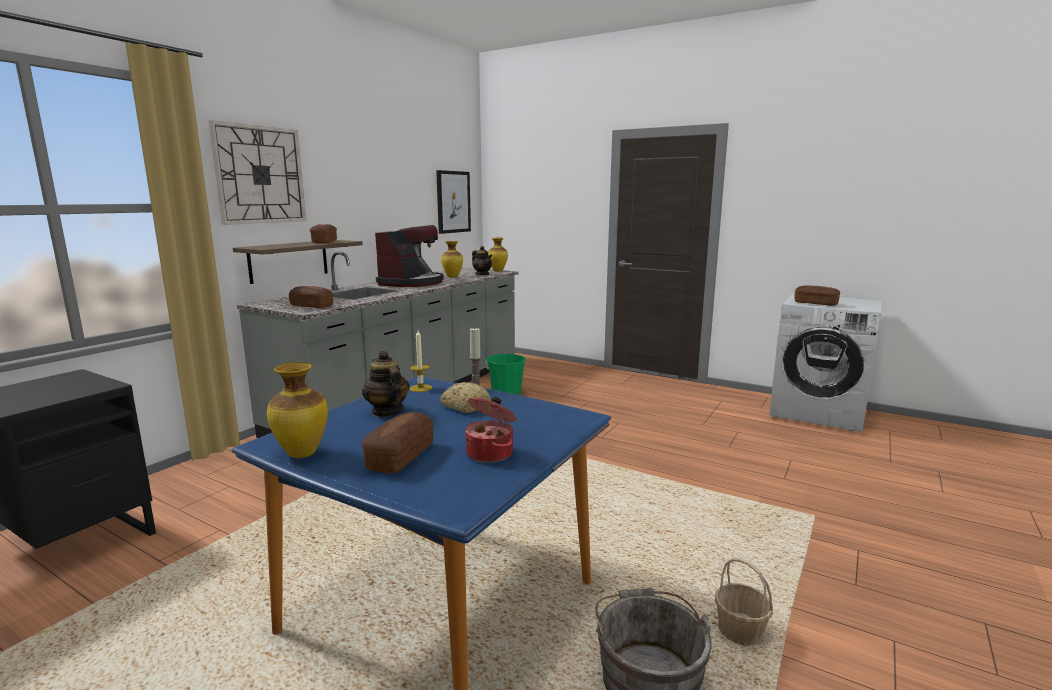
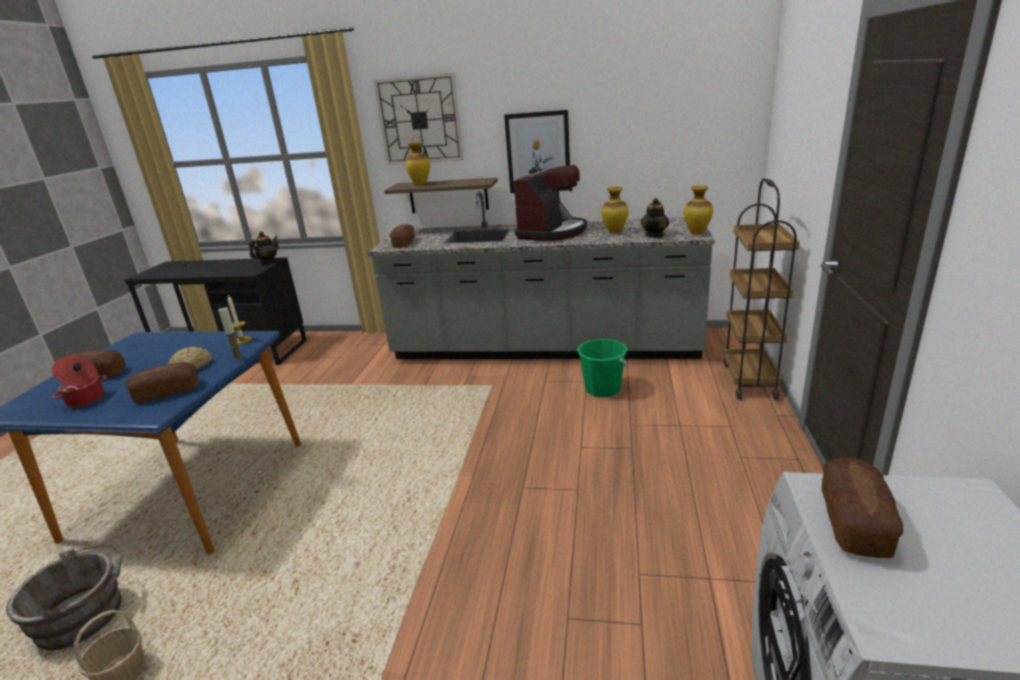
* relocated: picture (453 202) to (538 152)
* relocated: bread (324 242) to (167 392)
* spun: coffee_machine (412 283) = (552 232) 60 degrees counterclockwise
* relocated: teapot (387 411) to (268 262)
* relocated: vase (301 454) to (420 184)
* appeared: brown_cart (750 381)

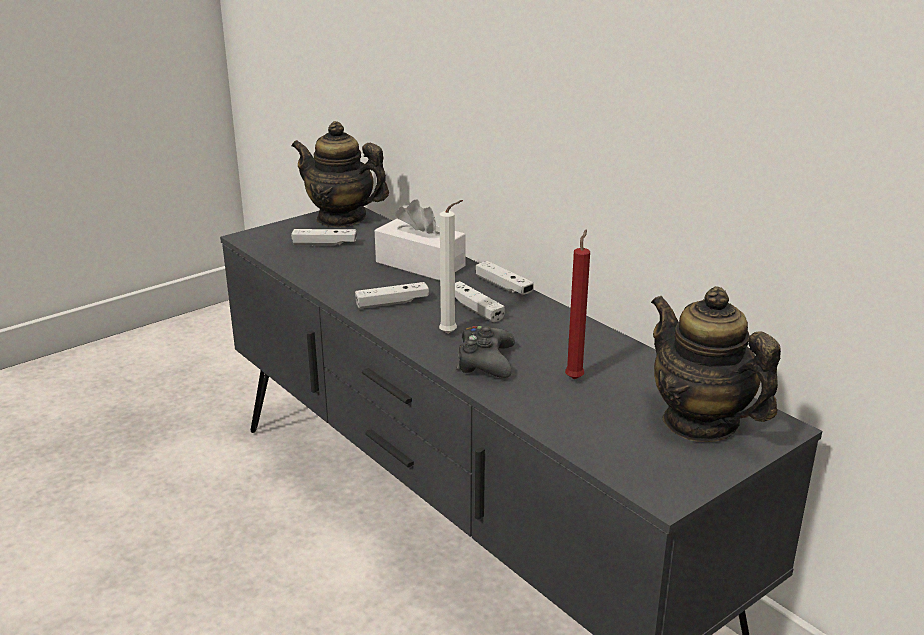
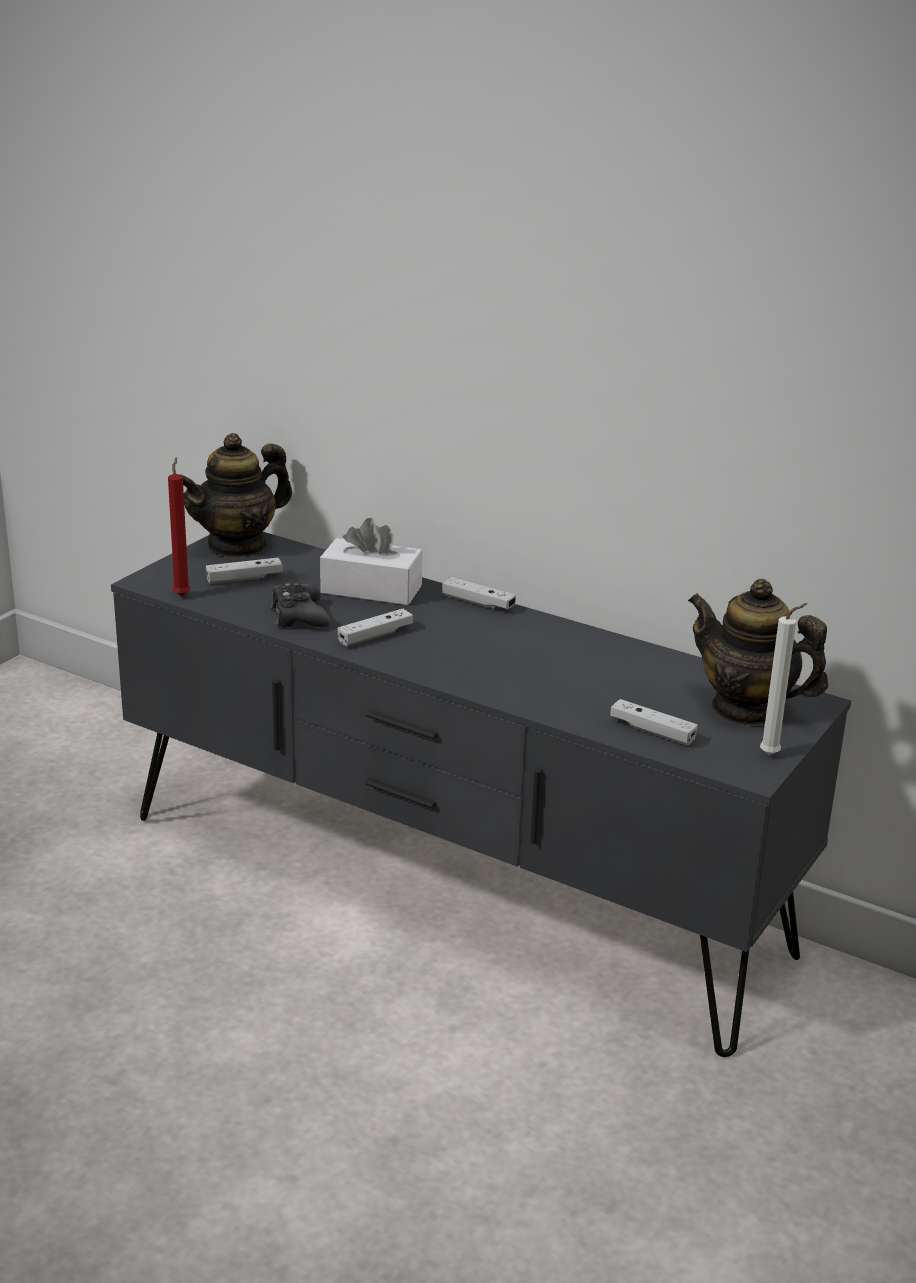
* spun: teapot (341 218) = (237 545) 45 degrees counterclockwise
* relocated: white_candle (451 334) to (772 755)
* relocated: red_candle (575 377) to (182 595)
* relocated: white_game_controller (475 309) to (652 731)
* relocated: black_game_controller (485 362) to (299 616)

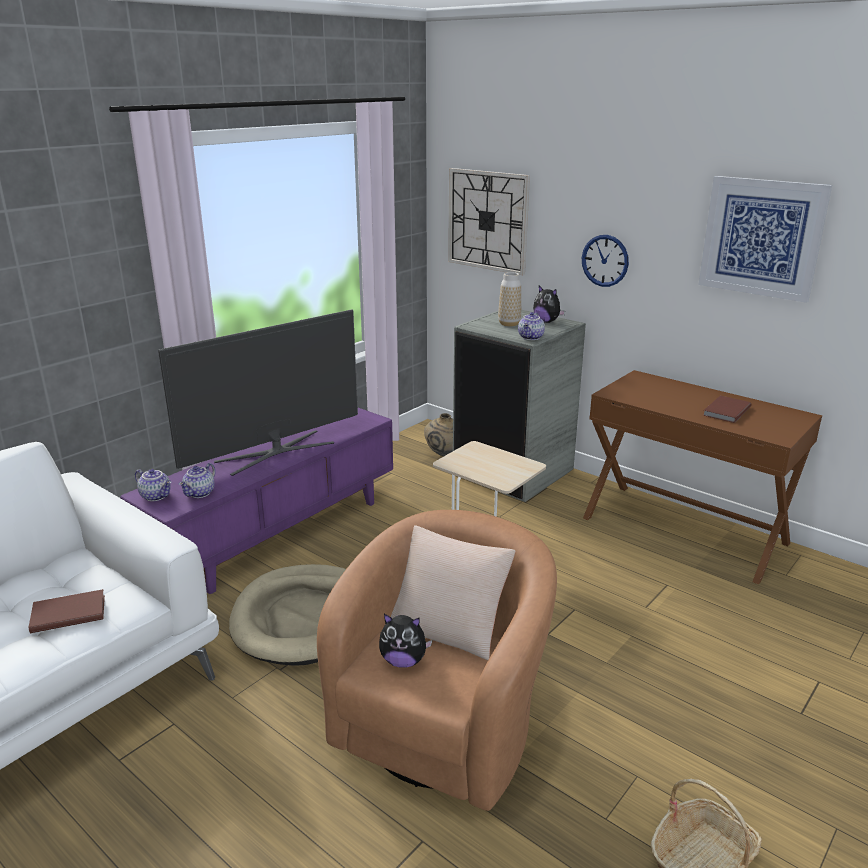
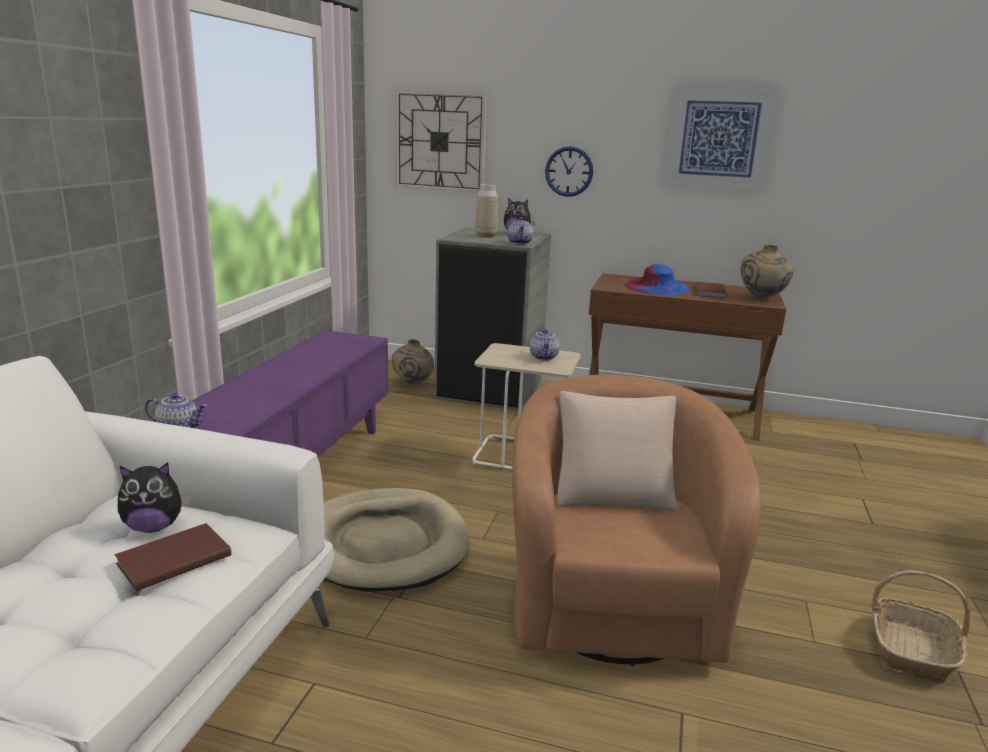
* missing: television (276 452)
* relocated: teapot (200 493) to (544 357)
* relocated: plush_toy (403 661) to (154 527)
* appeared: beige_vase (761 298)
* appeared: blue_hat (656 287)

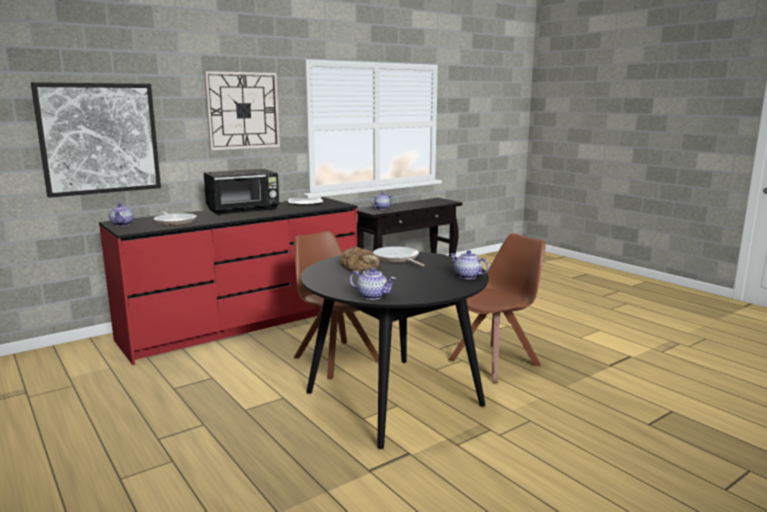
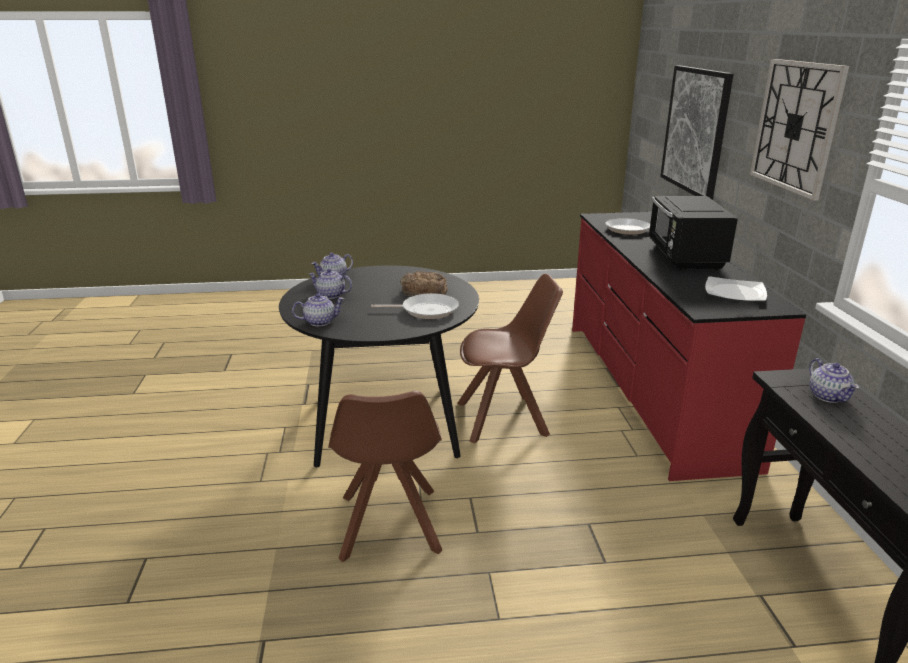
* relocated: teapot (122 224) to (330 295)

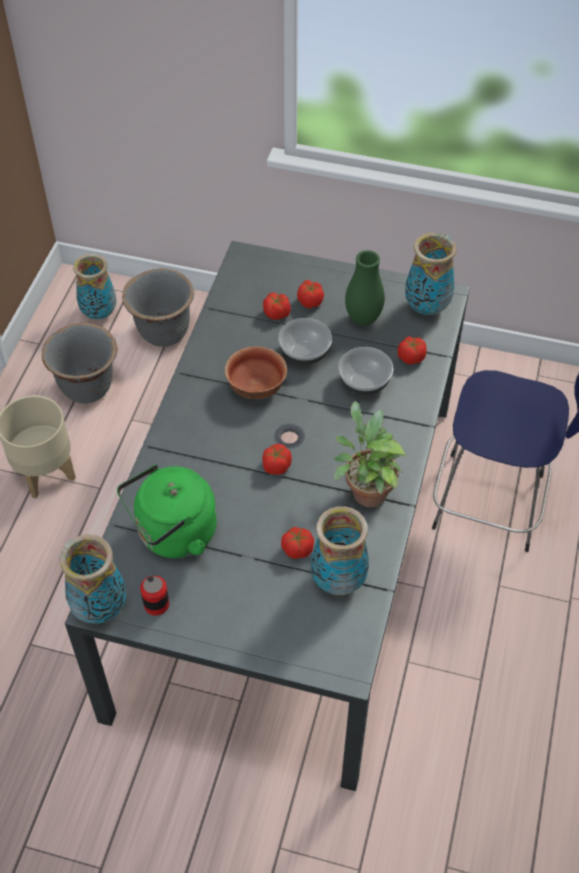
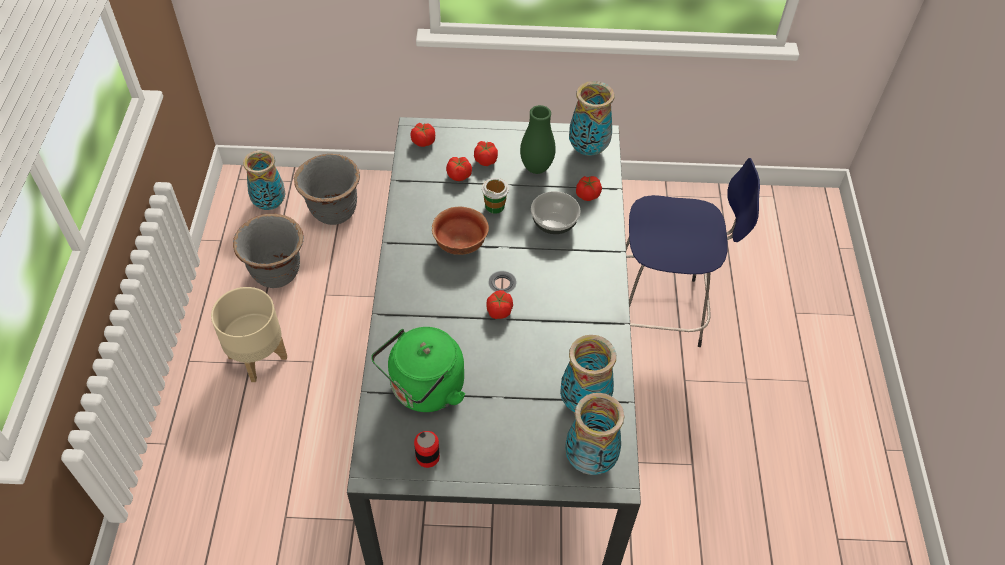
* exchanged: bowl (305 353) to cup (495 206)
* missing: potted_plant (366 491)
* relocated: tomato (297 549) to (423 141)
* relocated: vase (100 609) to (590 460)

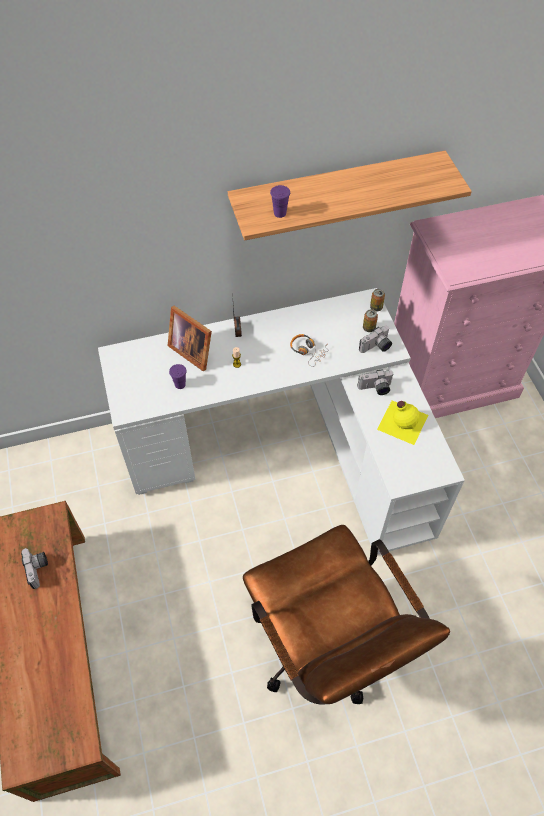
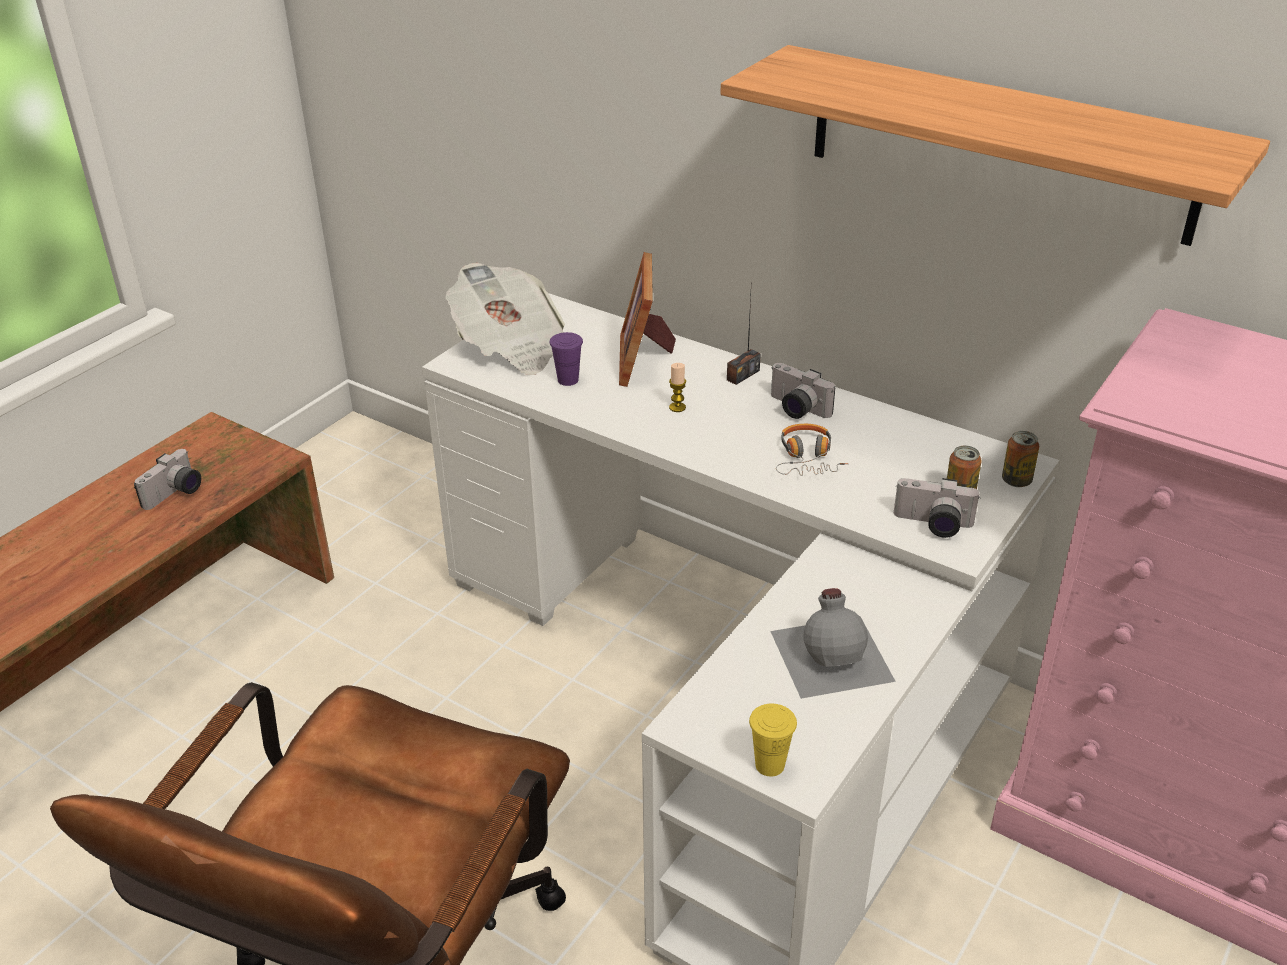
* missing: purple_cup (280 213)
* relocated: photo_camera (375 389) to (795 409)
* colour: yellow_bottle (402 421) to grey_bottle (832 654)
* appeared: newspaper (511 346)
* appeared: yellow_cup (769 765)

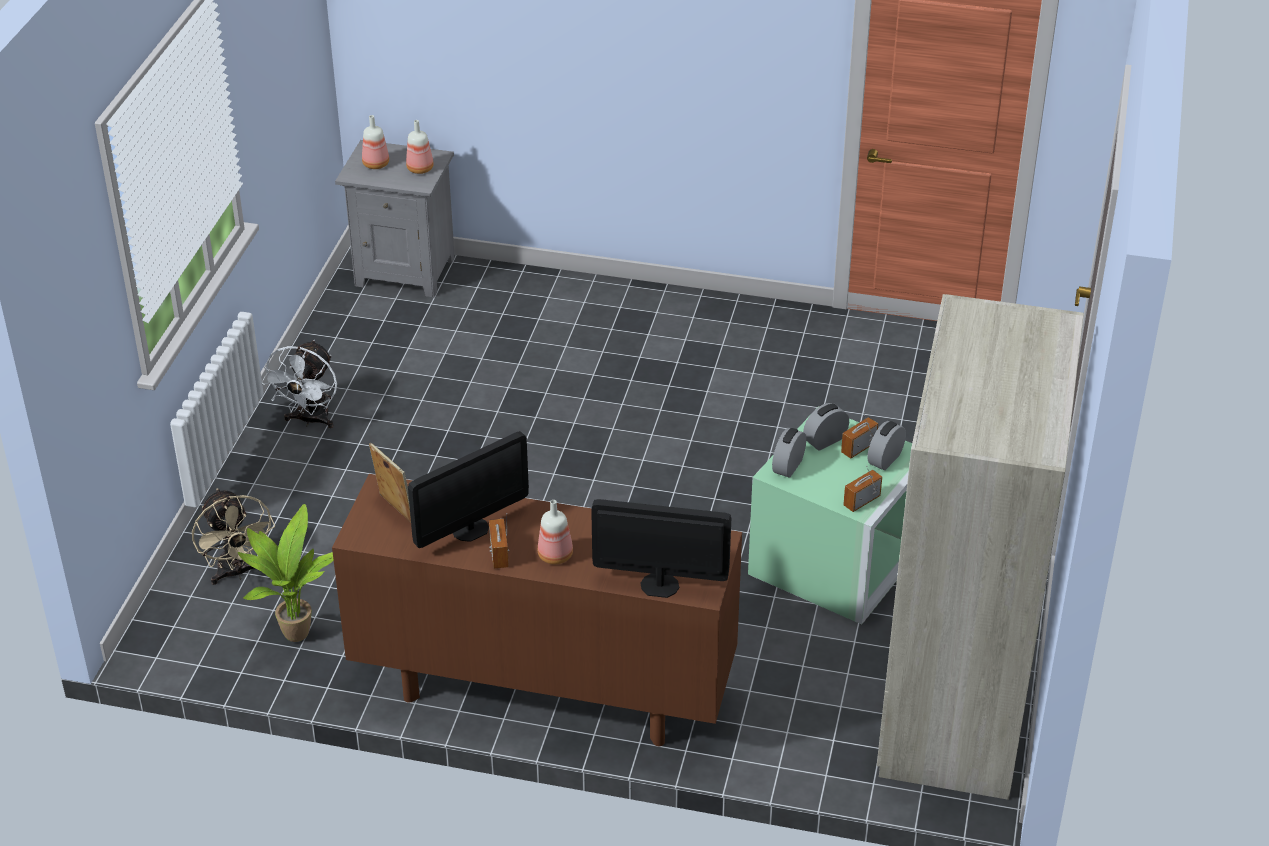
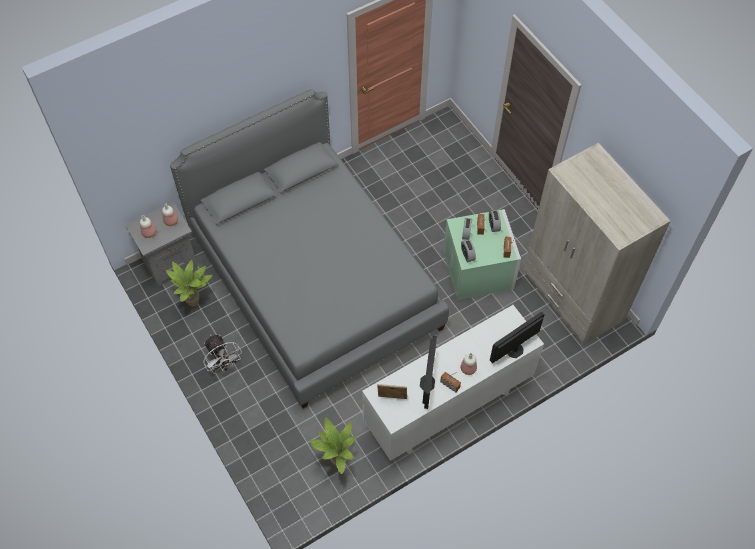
* colour: brown_dresser (543 690) to white_dresser (448 407)
* missing: beige_fan (237 573)
* appeared: grey_bed (315 281)
* appeared: potted_plant (195 301)

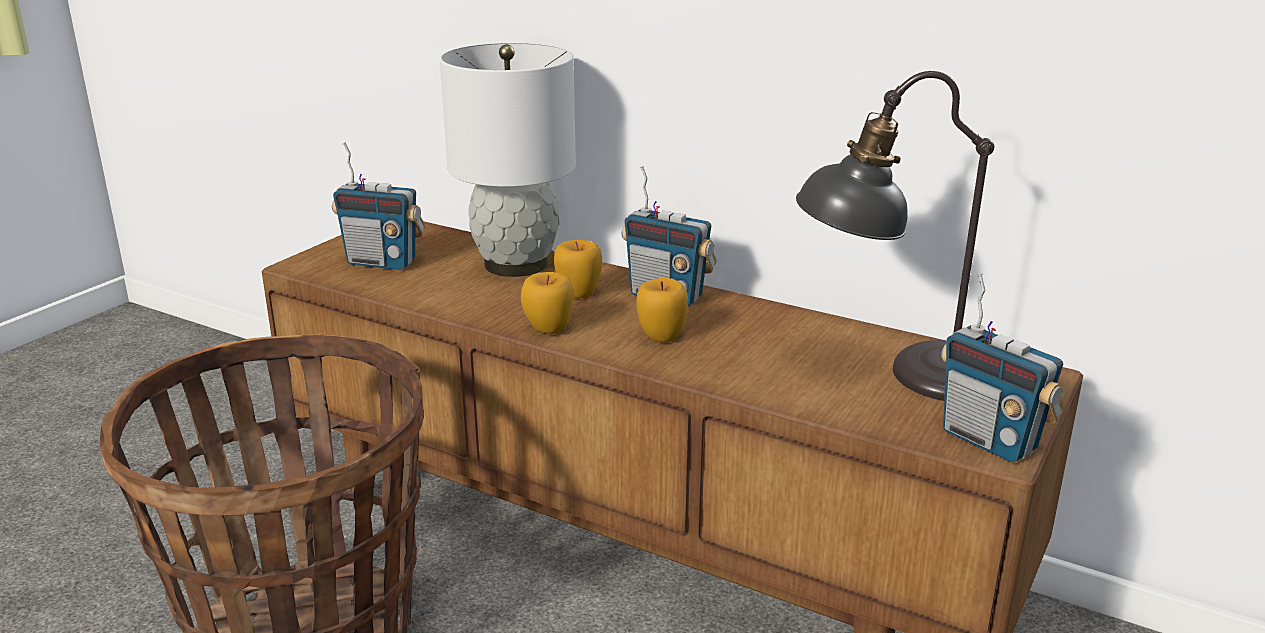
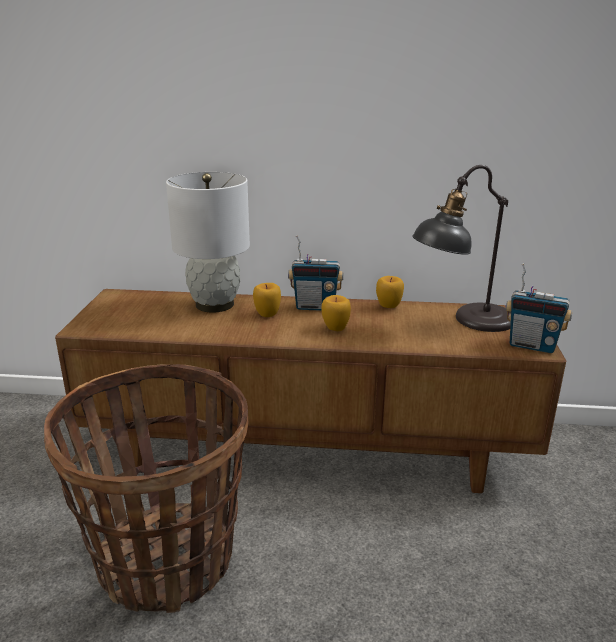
* missing: radio (382 262)
* relocated: apple (548 330) to (388 306)

